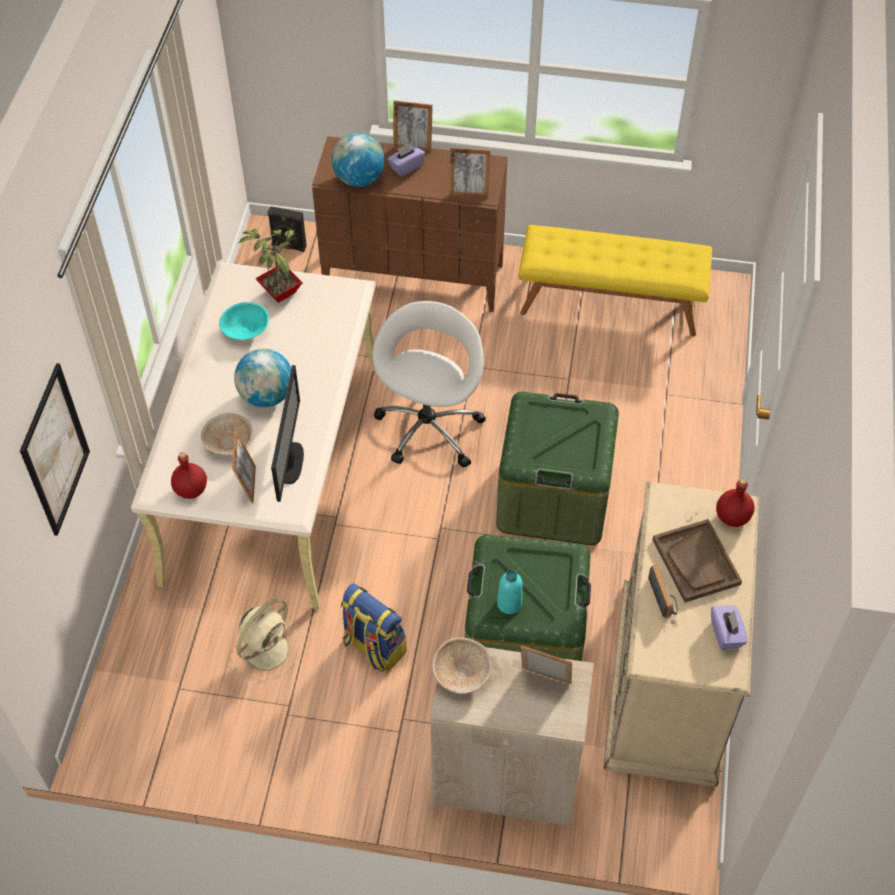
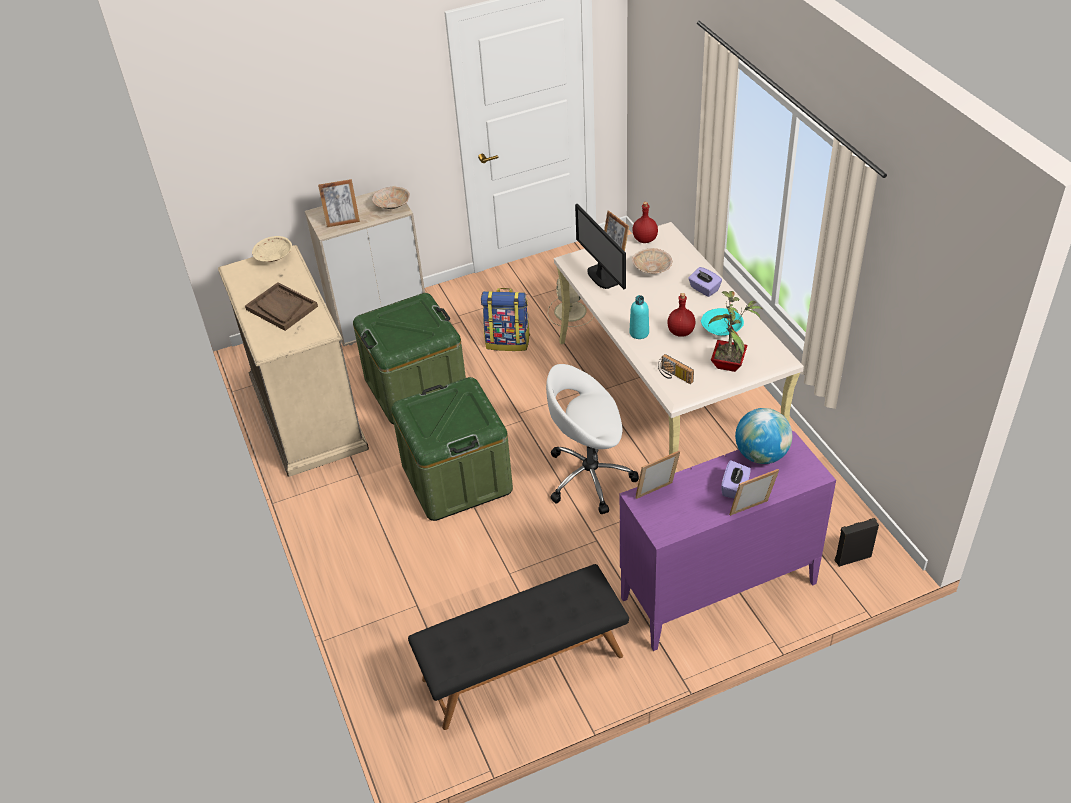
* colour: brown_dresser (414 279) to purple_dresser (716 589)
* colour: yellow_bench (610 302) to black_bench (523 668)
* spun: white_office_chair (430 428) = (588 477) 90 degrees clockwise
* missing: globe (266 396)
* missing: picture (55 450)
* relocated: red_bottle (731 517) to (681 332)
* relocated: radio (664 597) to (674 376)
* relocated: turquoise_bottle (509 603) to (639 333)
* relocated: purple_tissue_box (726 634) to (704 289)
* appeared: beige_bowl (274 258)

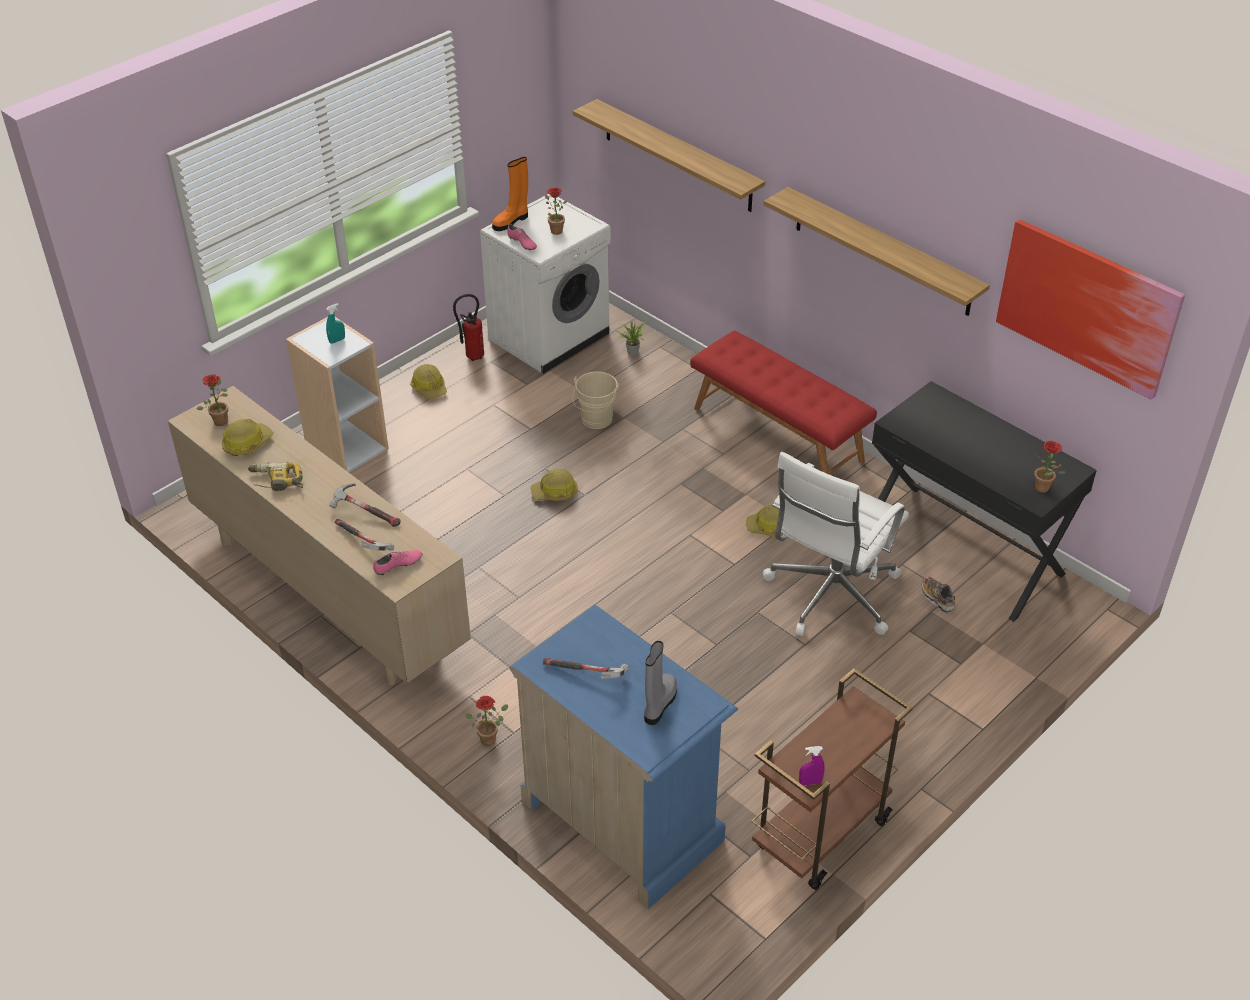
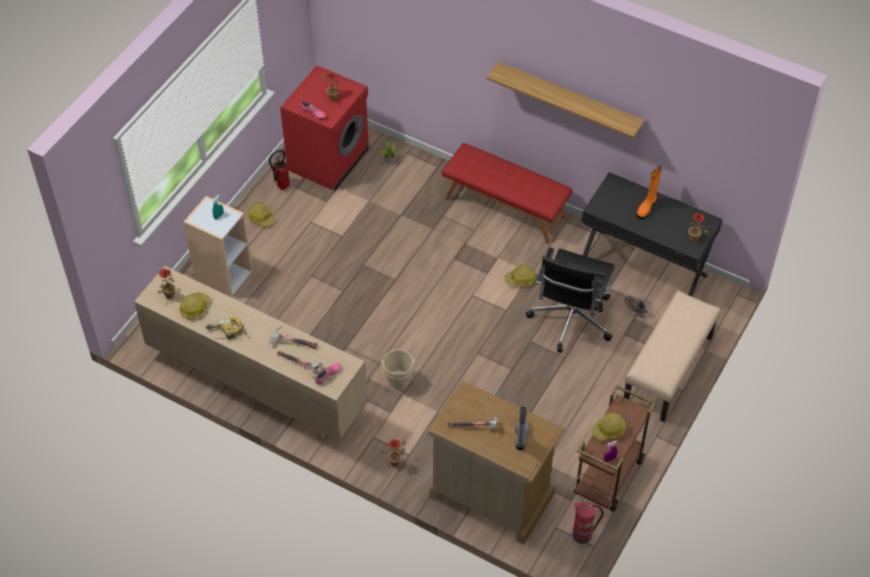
* missing: shelf (677 156)
* relocated: orange_boot (511 221) to (646 208)
* colour: white_washing_machine (551 338) to red_washing_machine (330 160)
* missing: picture (1087 307)
* relocated: beige_bucket (596 421) to (398 382)
* colour: white_office_chair (830 595) to black_office_chair (570 320)
* relocated: hard_hat (555 492) to (609 430)
* colour: blue_dresser (621 821) to brown_dresser (491 495)
* appeared: beige_bench (668 371)
* appeared: fire_extinguisher (583 534)

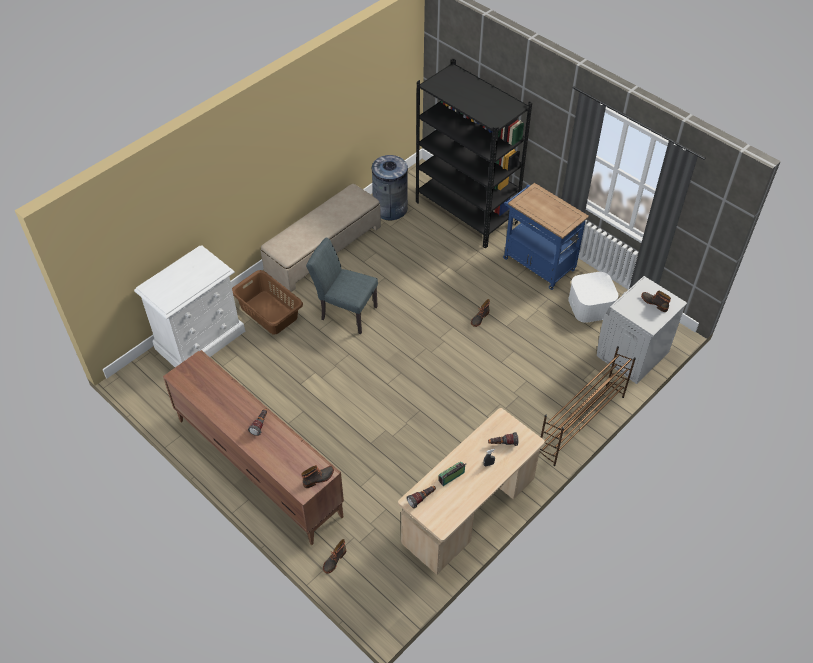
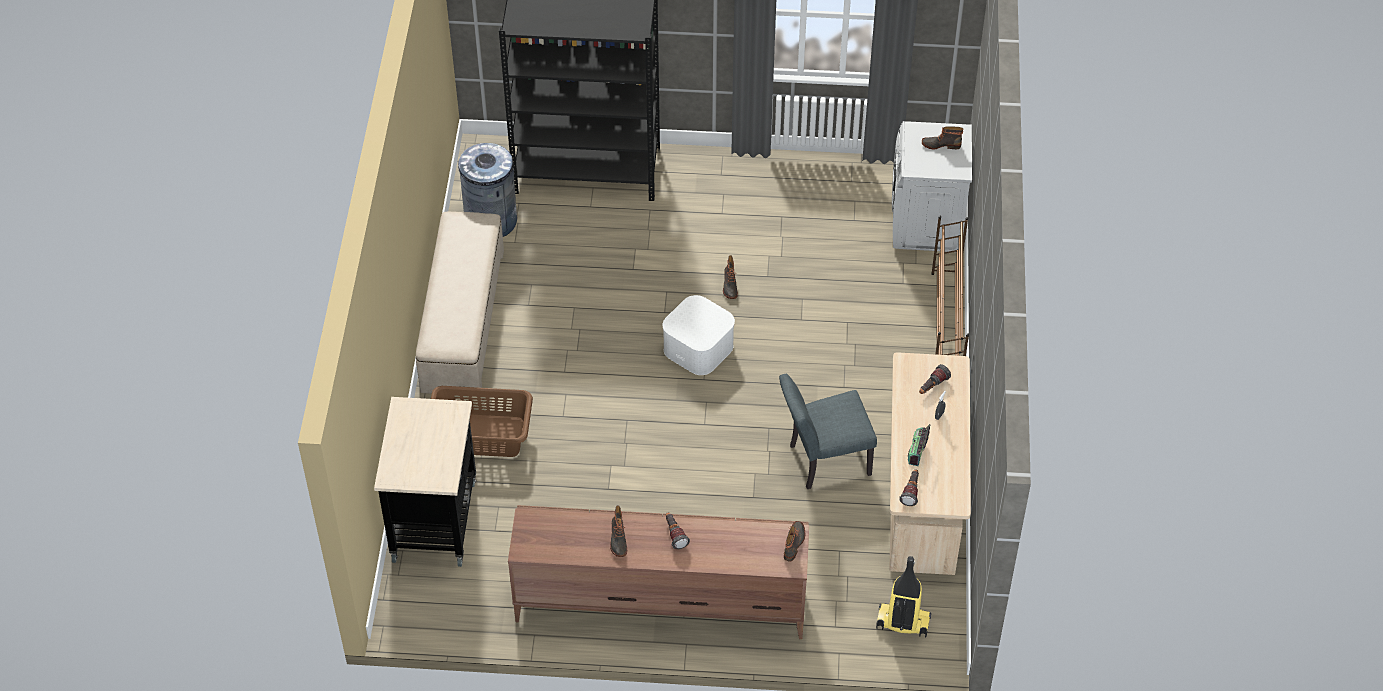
* missing: blue_cart (537 263)
* relocated: grey_chair (345 311) to (823 461)
* exchanged: white_dresser (200 340) to black_cart (434 520)
* relocated: white_storage_box (590 306) to (698 347)
* relocated: boot (334 560) to (618 540)
* appeared: vacuum_cleaner (902 623)

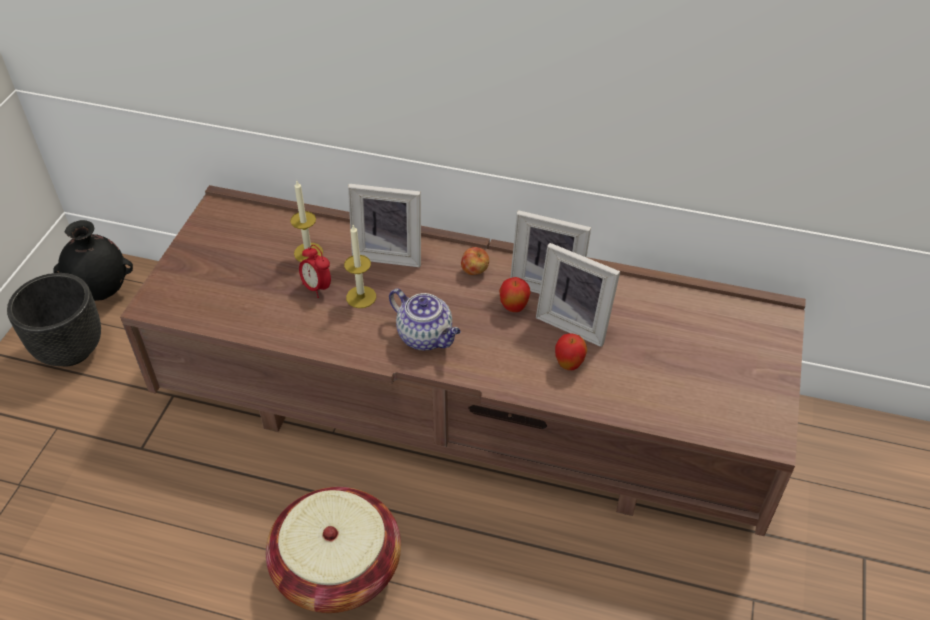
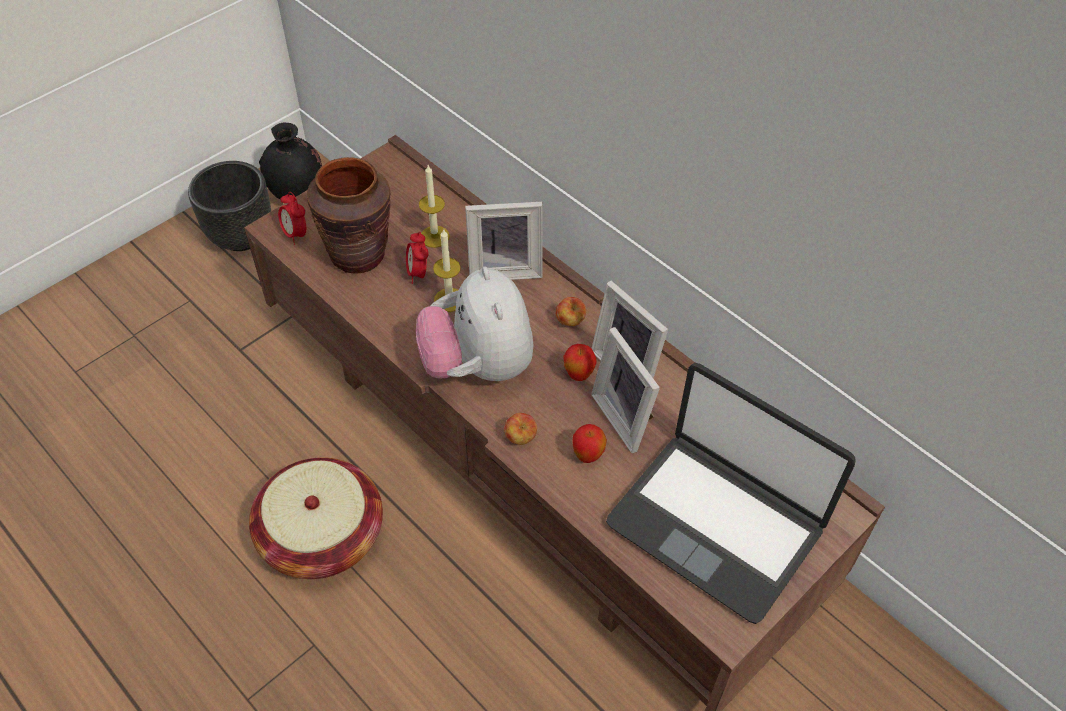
* spun: picture_frame (389 253) = (505 268) 45 degrees counterclockwise
* exchanged: teapot (426 337) to plush_toy (478 365)
* appeared: brown_vase (359 254)
* appeared: alarm_clock (296 234)
* appeared: laptop (716 524)
* appeared: apple (520 437)

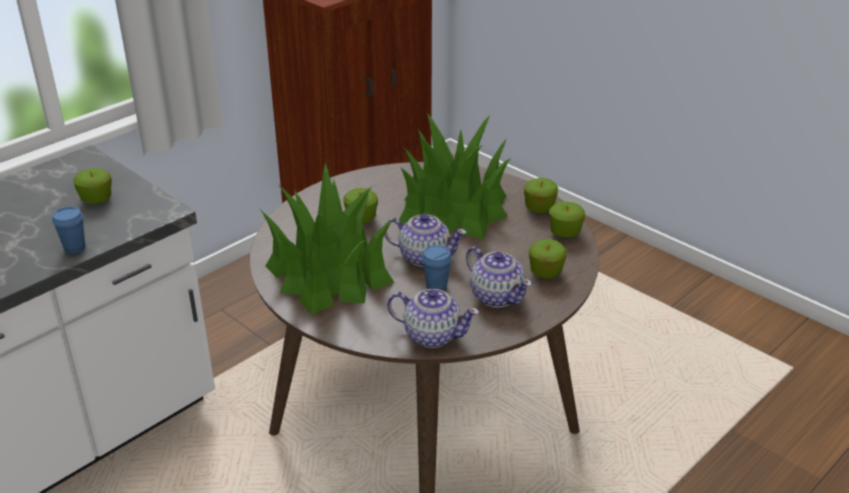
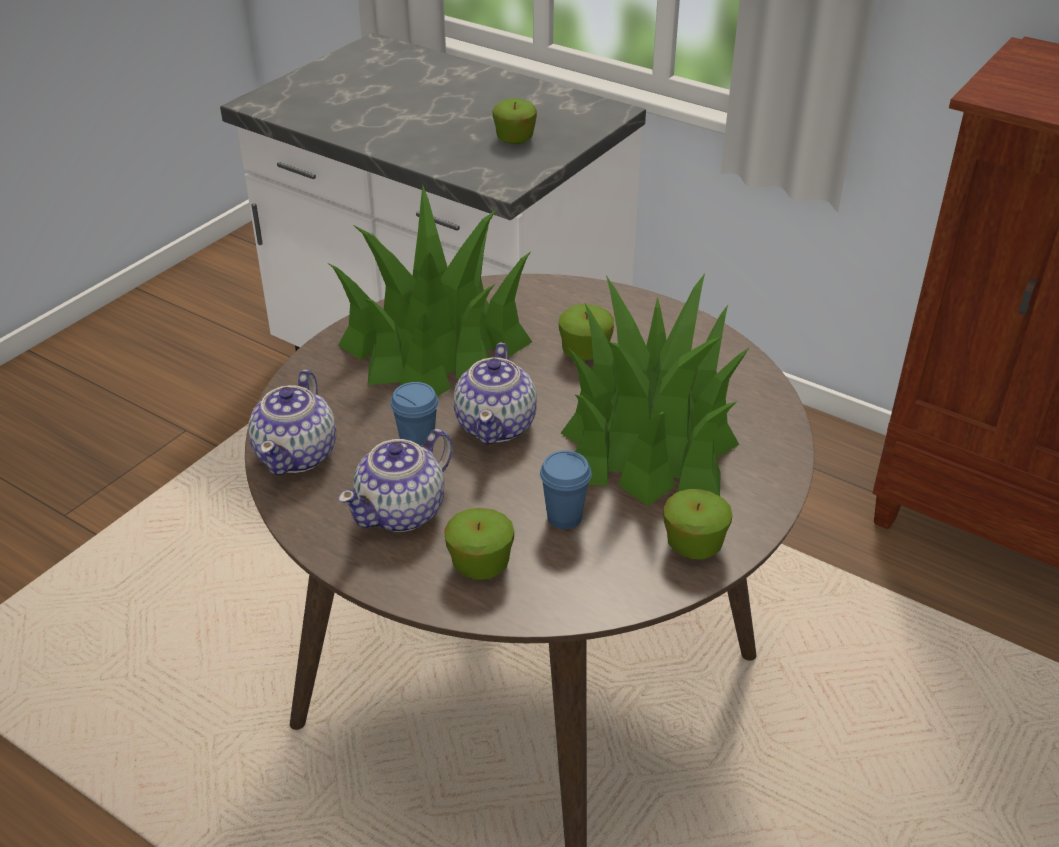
* missing: apple (564 233)
* relocated: blue_cup (74 248) to (564 517)

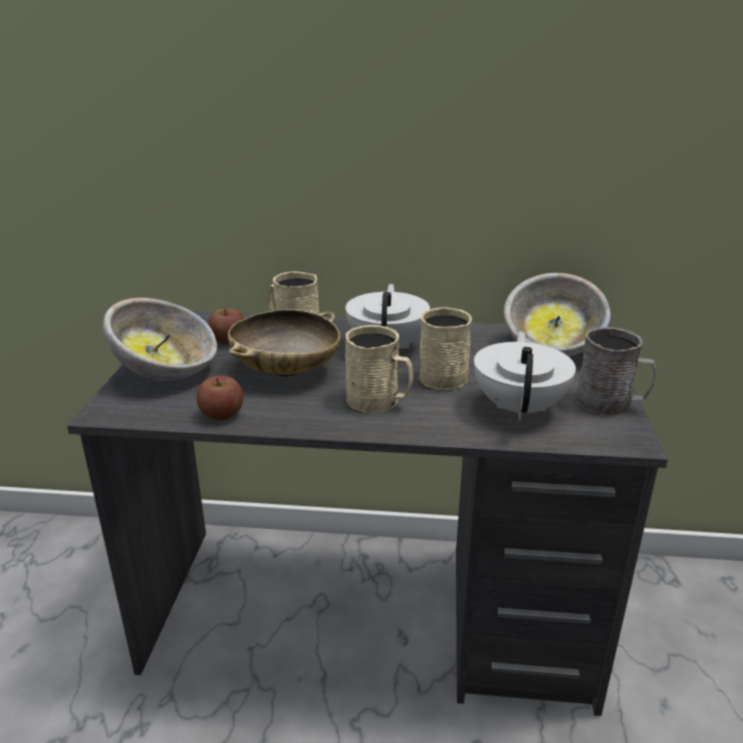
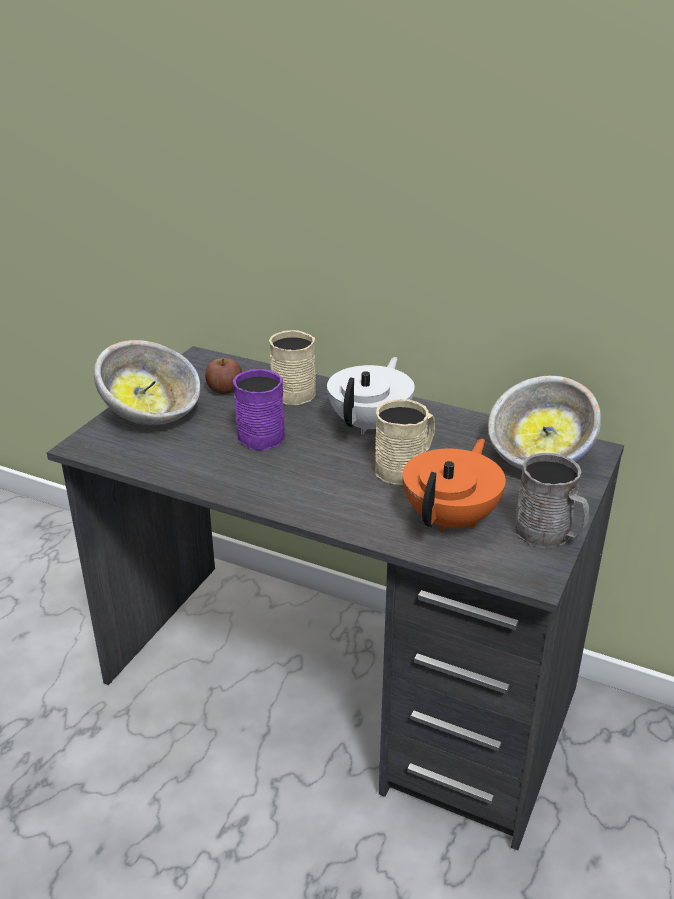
* exchanged: beige_bowl (286 371) to purple_mug (257 434)
* missing: beige_mug (379 401)
* colour: white_teapot (520 407) to orange_teapot (452 518)
* missing: apple (222 414)

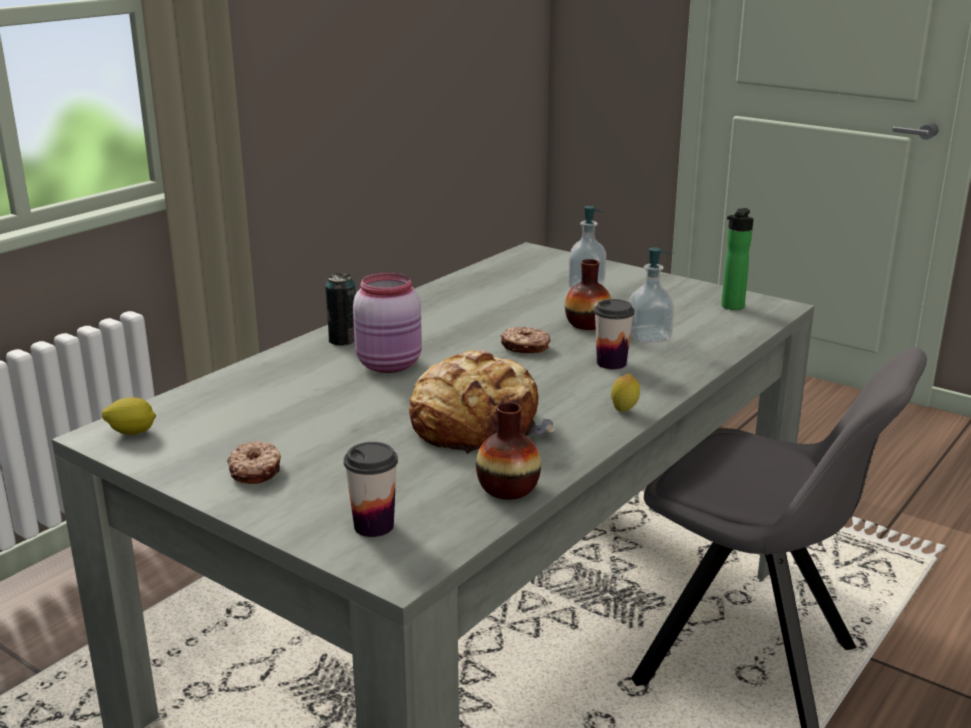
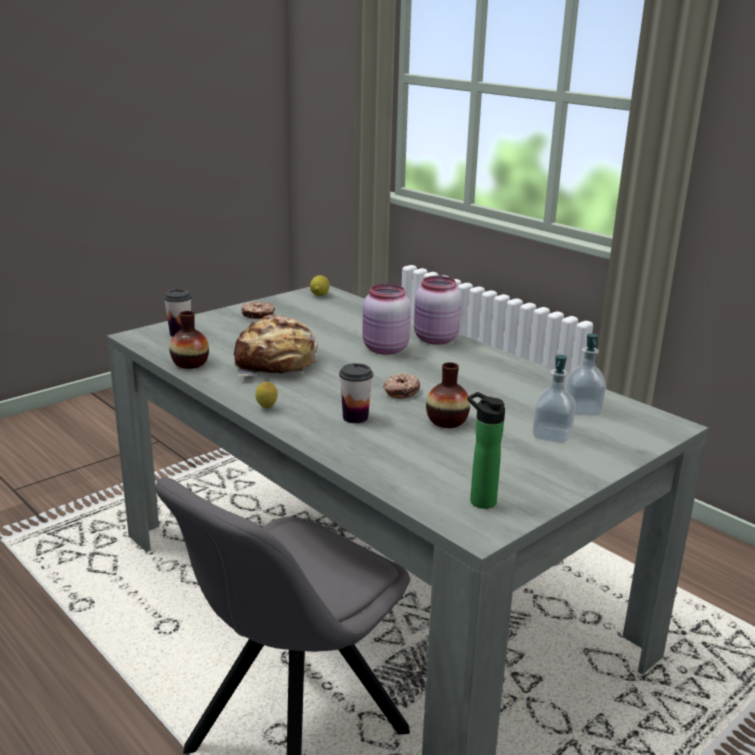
* relocated: soap_dispenser (649 337) to (582 410)
* exchanged: can (343 340) to pink_jar (435 340)

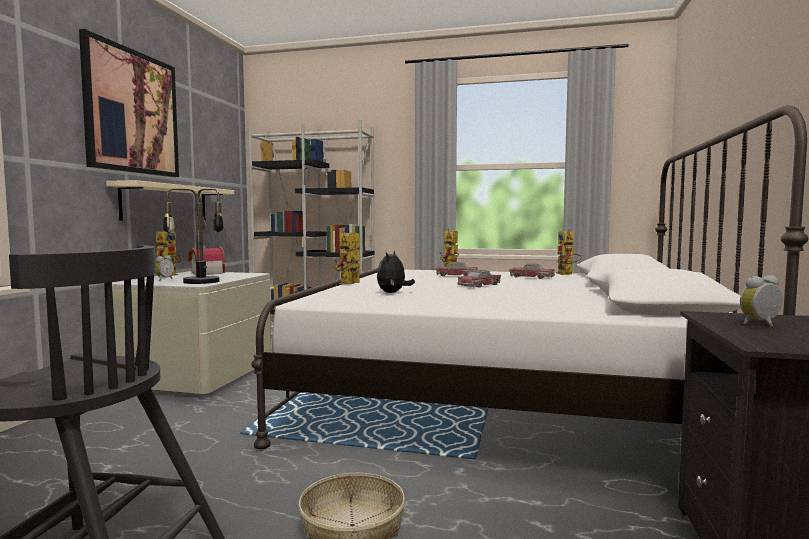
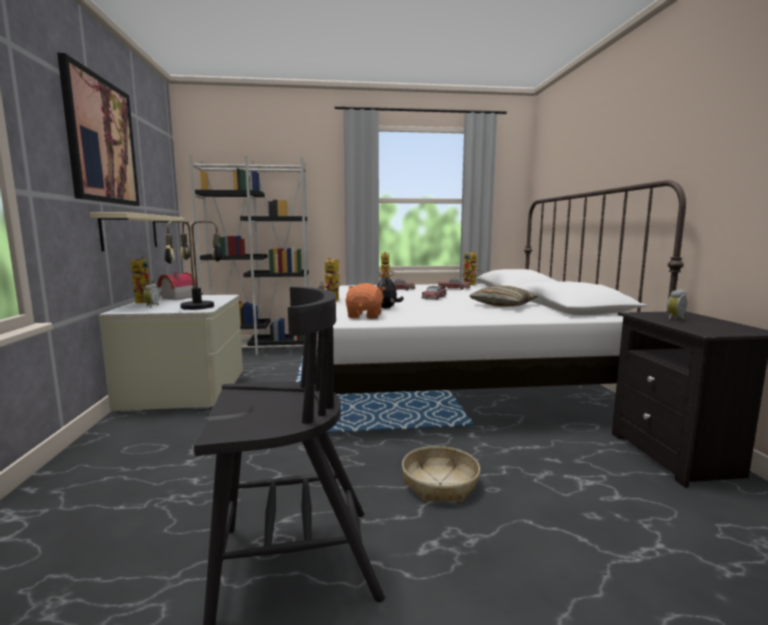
* appeared: orange_plush_toy (365 316)
* appeared: pillow (503 305)

